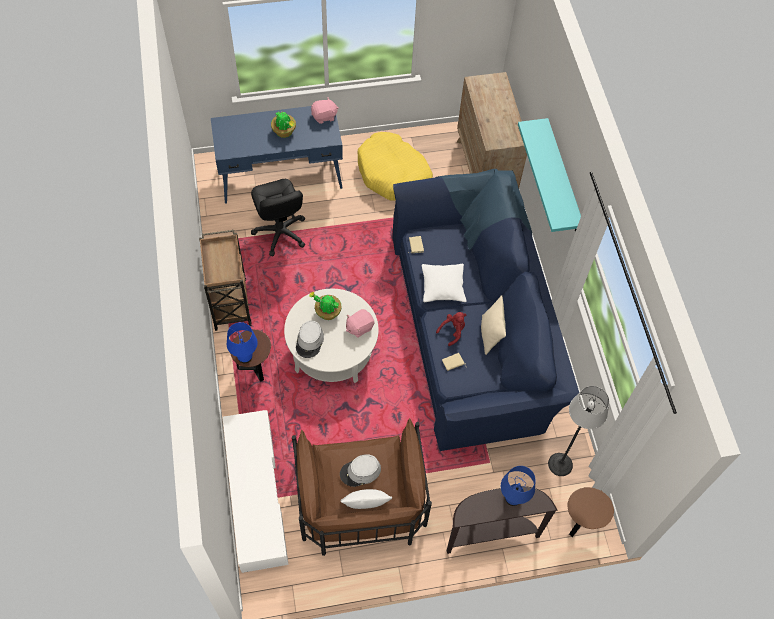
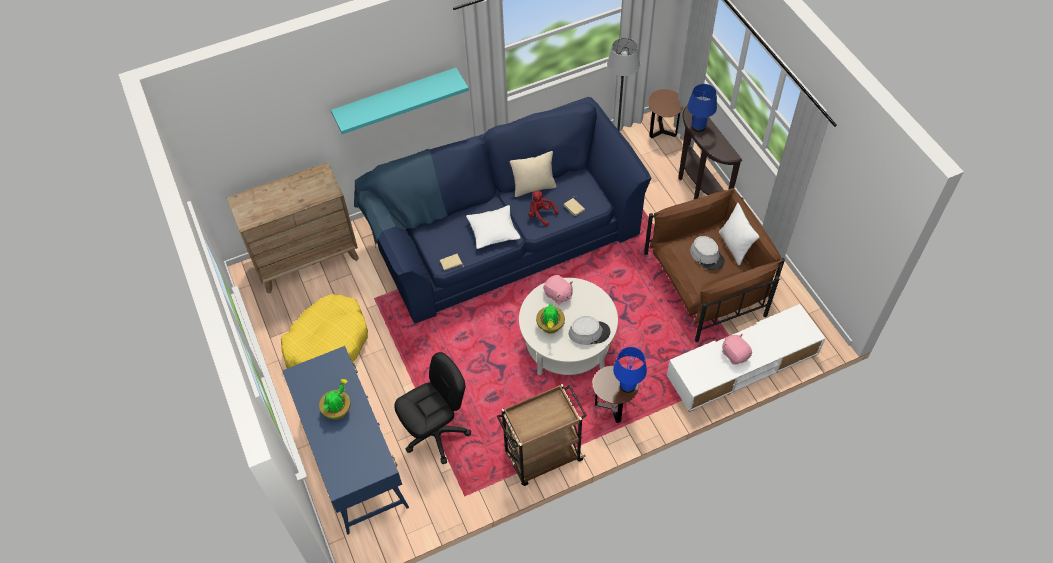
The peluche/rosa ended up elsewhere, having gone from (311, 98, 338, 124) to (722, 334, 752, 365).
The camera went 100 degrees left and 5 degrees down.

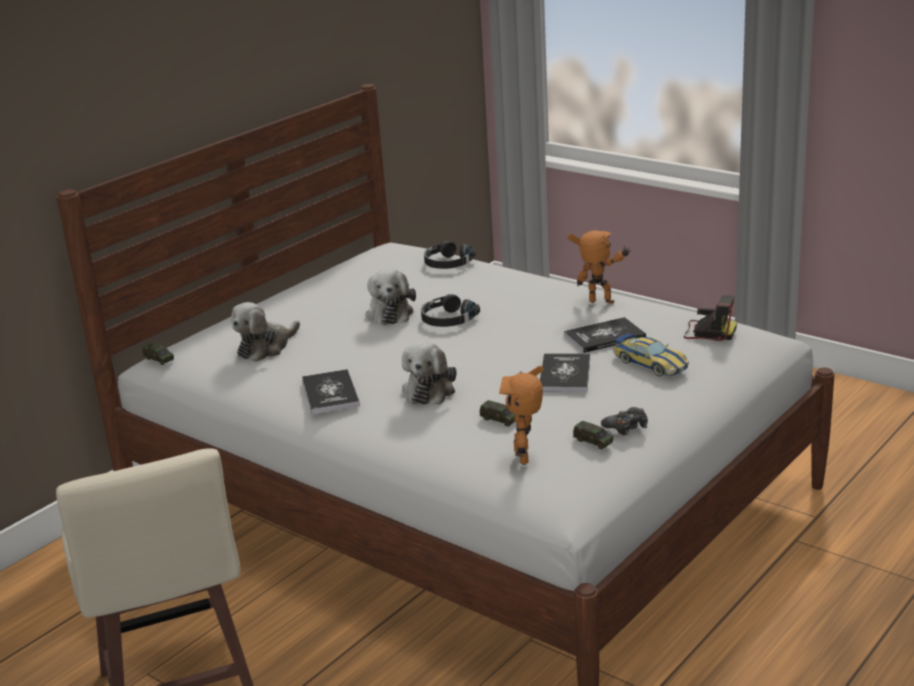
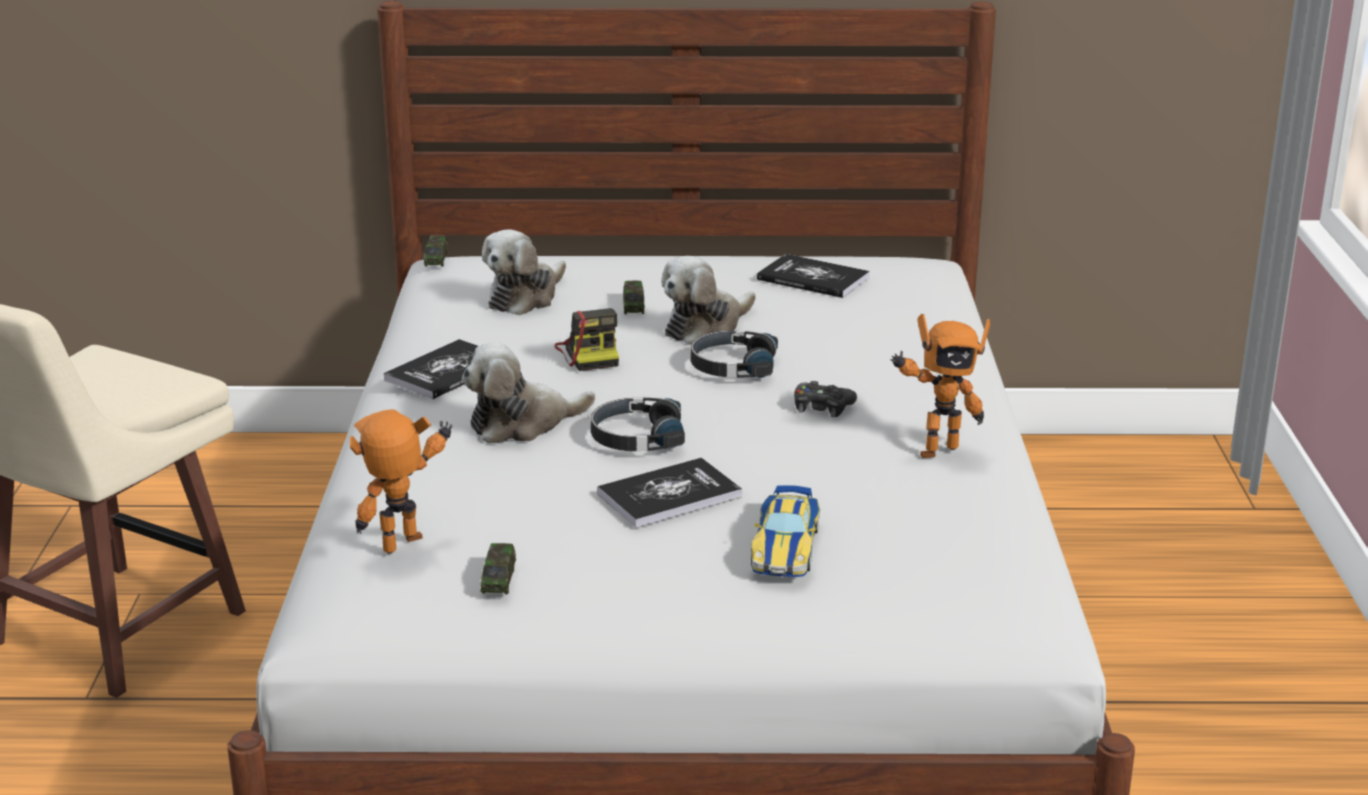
The robot de juguete at (567, 231, 631, 304) ended up facing another way, 90 degrees clockwise from before.
The auriculares/negro ended up elsewhere, having gone from (424, 241, 476, 269) to (591, 398, 685, 451).
The cámara ended up elsewhere, having gone from (684, 295, 737, 341) to (555, 308, 619, 371).
The peluche at (231, 302, 300, 362) ended up facing another way, 60 degrees counterclockwise from before.
The libro ended up elsewhere, having gone from (564, 317, 646, 353) to (757, 254, 870, 298).
The coche de juguete ended up elsewhere, having gone from (480, 400, 515, 427) to (623, 281, 645, 314).
The mando de consola/negro ended up elsewhere, having gone from (601, 407, 648, 436) to (794, 381, 857, 417).
The camera went 50 degrees right and 0 degrees up.

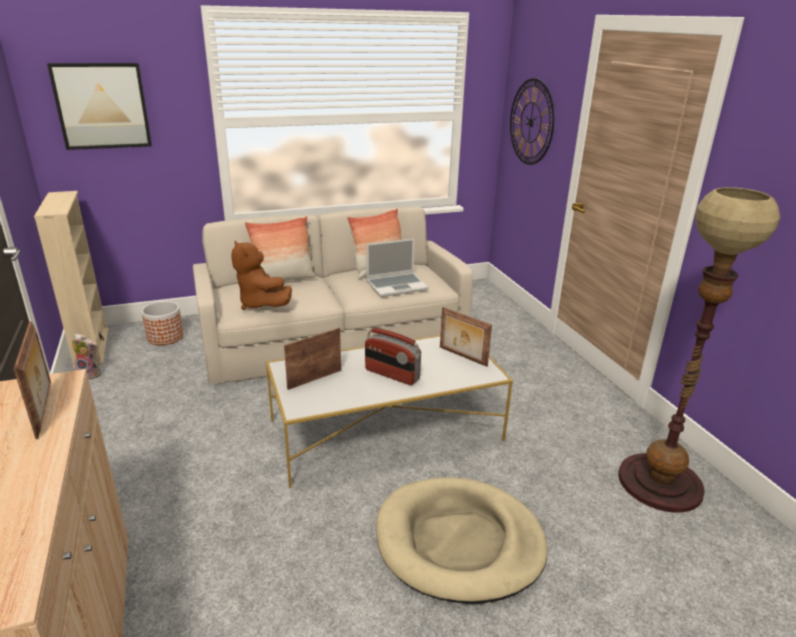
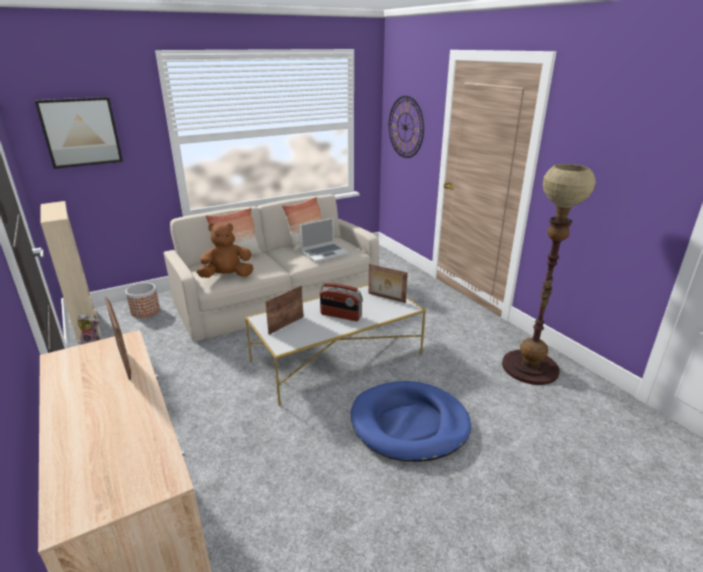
The peluche/marrón at (231, 240, 292, 310) ended up facing another way, 120 degrees clockwise from before.
What was the cama para perro/beis at (376, 477, 547, 604) turned into the cama para perro/azul at (351, 381, 471, 462).
The camera went 10 degrees left and 0 degrees up.

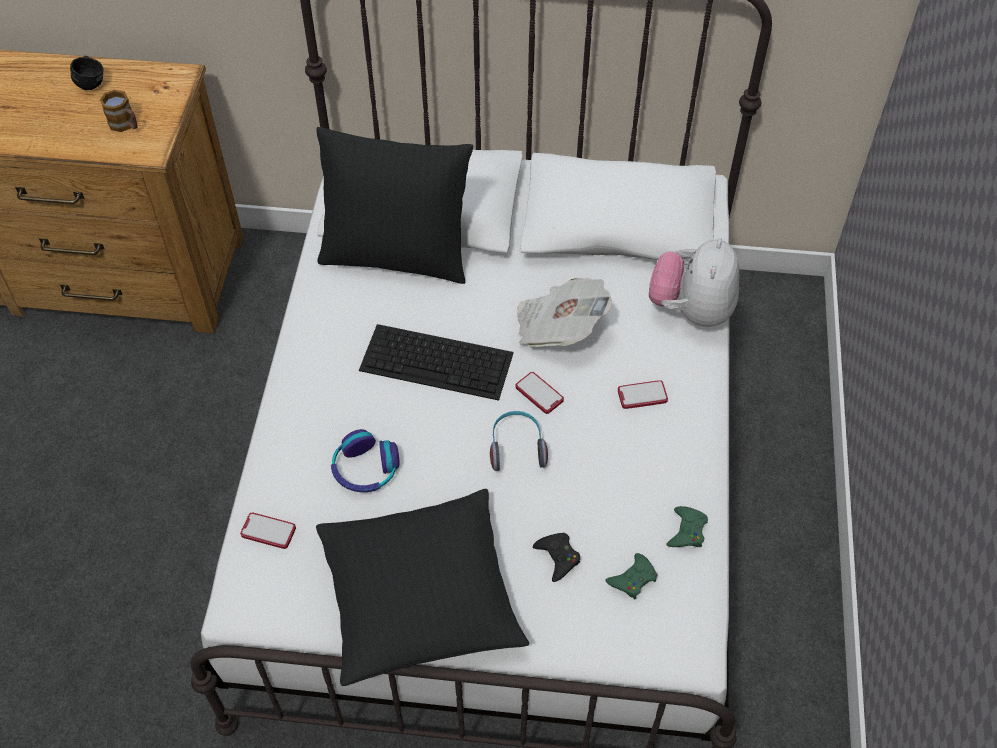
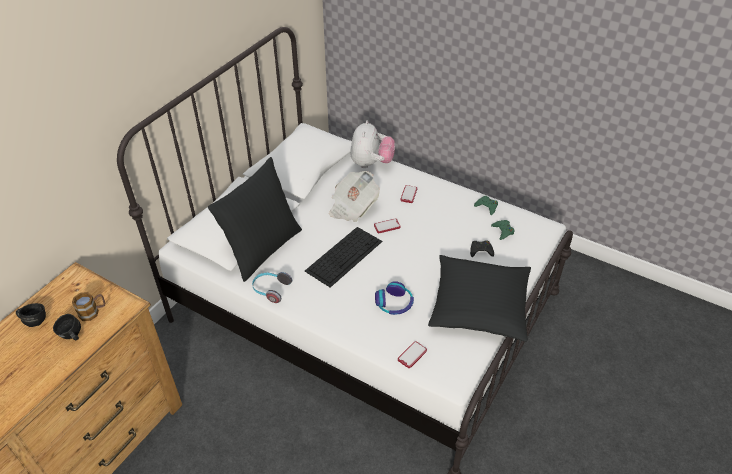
The peluche at (649, 238, 740, 327) ended up facing another way, 120 degrees counterclockwise from before.
The auriculares ended up elsewhere, having gone from (490, 411, 548, 471) to (252, 272, 292, 303).
The second view gained the taza grande/negro at (53, 314, 81, 341).
The camera went 65 degrees left and 10 degrees down.

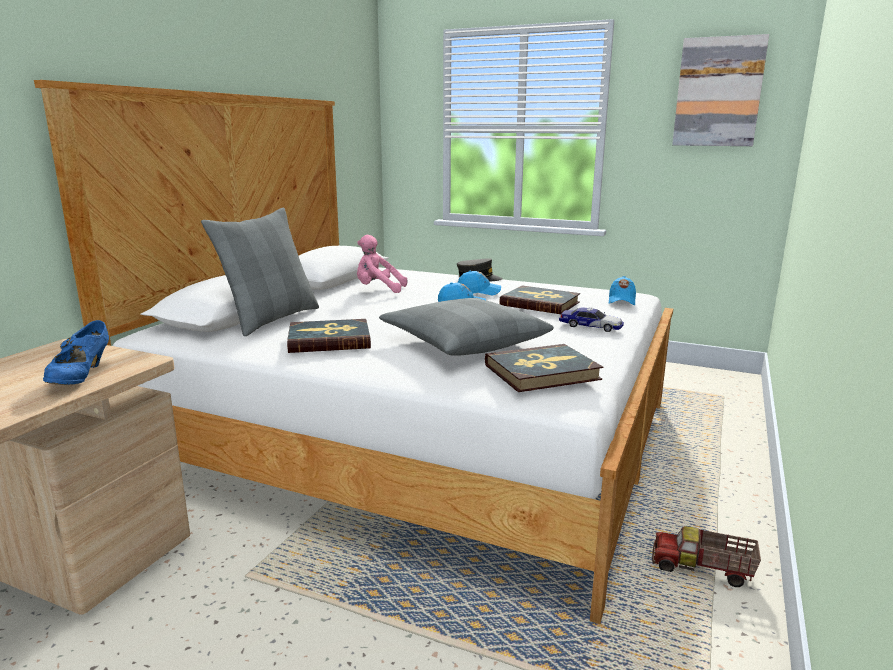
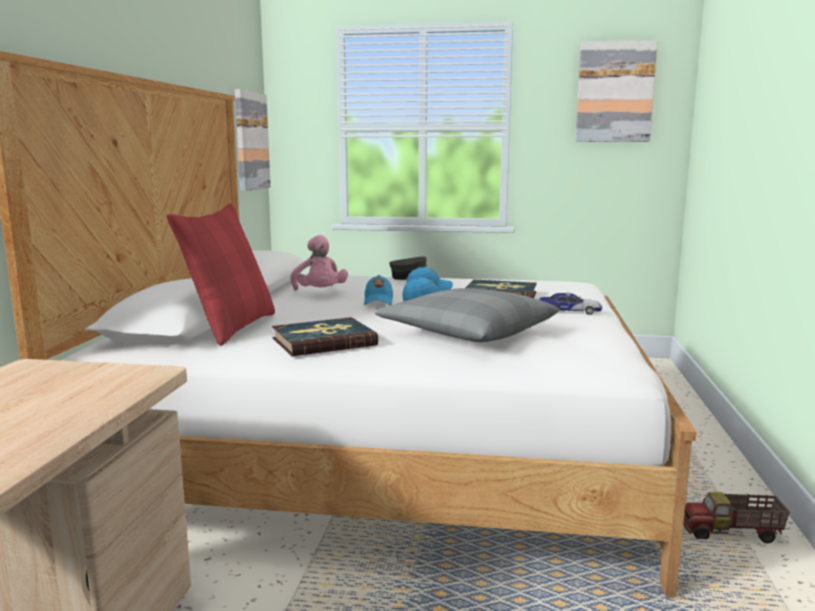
What was the cojín/gris at (201, 208, 319, 336) turned into the cojín/rojo at (167, 203, 275, 346).
The peluche/rosa at (357, 235, 407, 293) ended up facing another way, 105 degrees counterclockwise from before.
The gorra/azul ended up elsewhere, having gone from (609, 276, 636, 305) to (364, 275, 393, 305).
The second view lost the zapato/azul at (43, 320, 109, 385).
The second view lost the libro at (485, 344, 603, 392).
The second view gained the cuadro at (235, 89, 271, 191).
The camera went 15 degrees left and 5 degrees down.

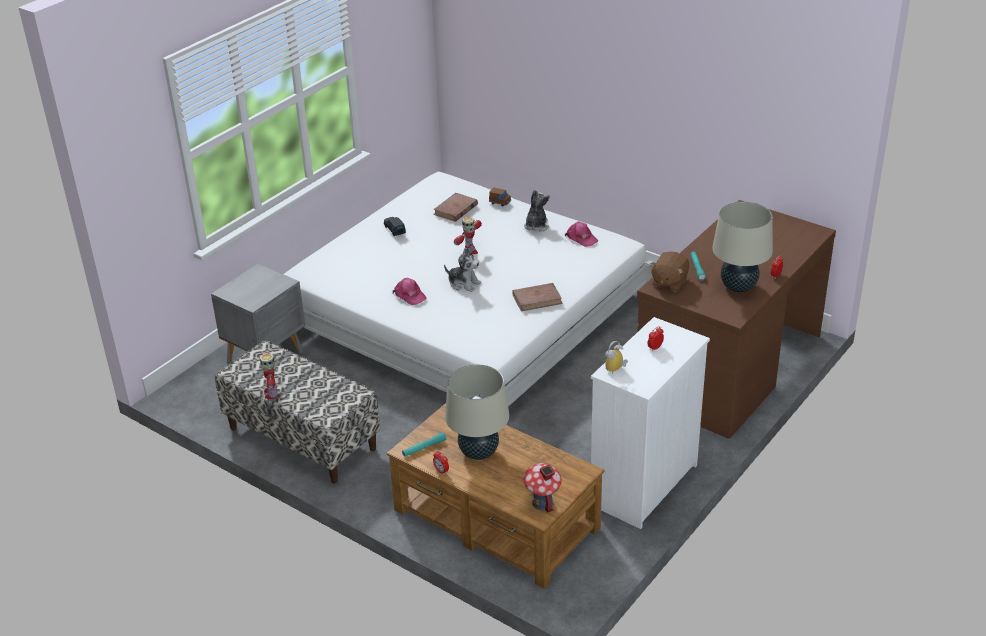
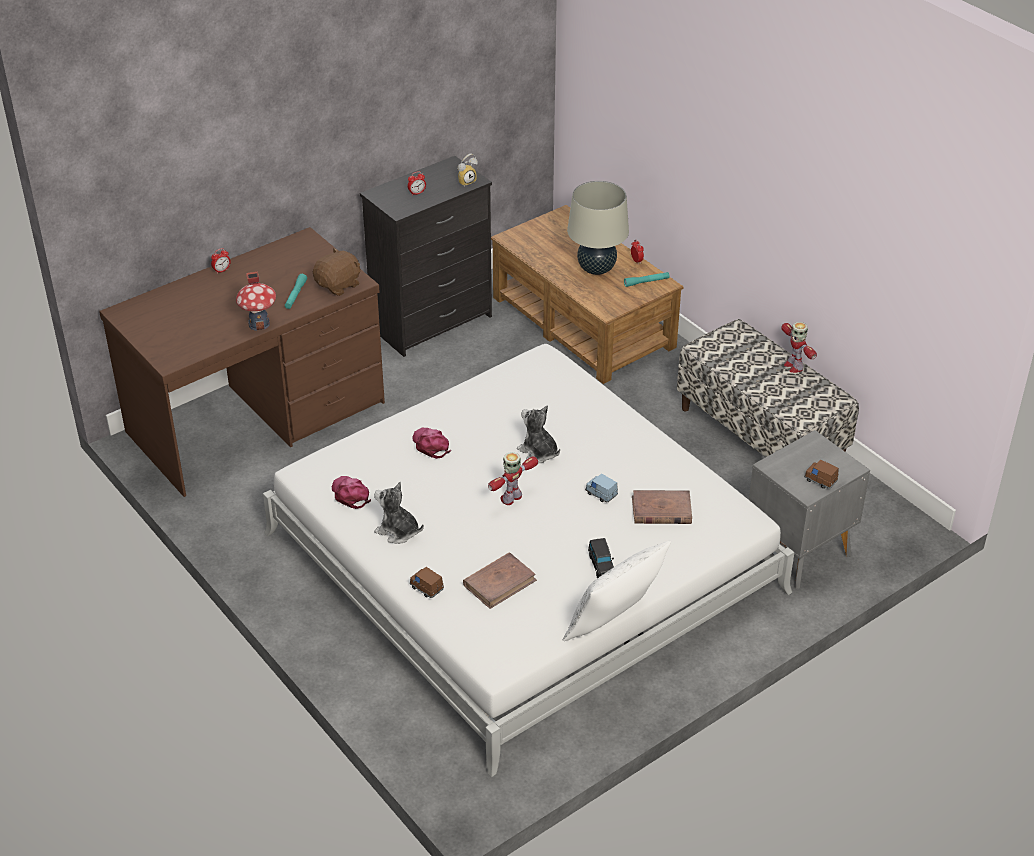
The peluche at (524, 190, 550, 232) ended up facing another way, 90 degrees clockwise from before.
The second view lost the lámpara de mesa/beis at (712, 202, 773, 292).
The gorra/rosa ended up elsewhere, having gone from (393, 278, 427, 305) to (412, 428, 451, 459).
The libro/marrón ended up elsewhere, having gone from (512, 283, 563, 311) to (632, 490, 692, 524).
What was the cómoda/blanco at (591, 317, 710, 529) turned into the cómoda/negro at (360, 156, 492, 357).
The robot de juguete at (260, 353, 278, 399) ended up facing another way, 150 degrees clockwise from before.
The casita ended up elsewhere, having gone from (523, 463, 562, 513) to (236, 271, 276, 331).
The second view gained the coche de juguete/marrón at (804, 460, 839, 489).
The second view gained the coche de juguete/azul at (585, 473, 618, 503).
The second view gained the cojín/blanco at (563, 541, 671, 641).
The camera went 165 degrees left and 5 degrees up.

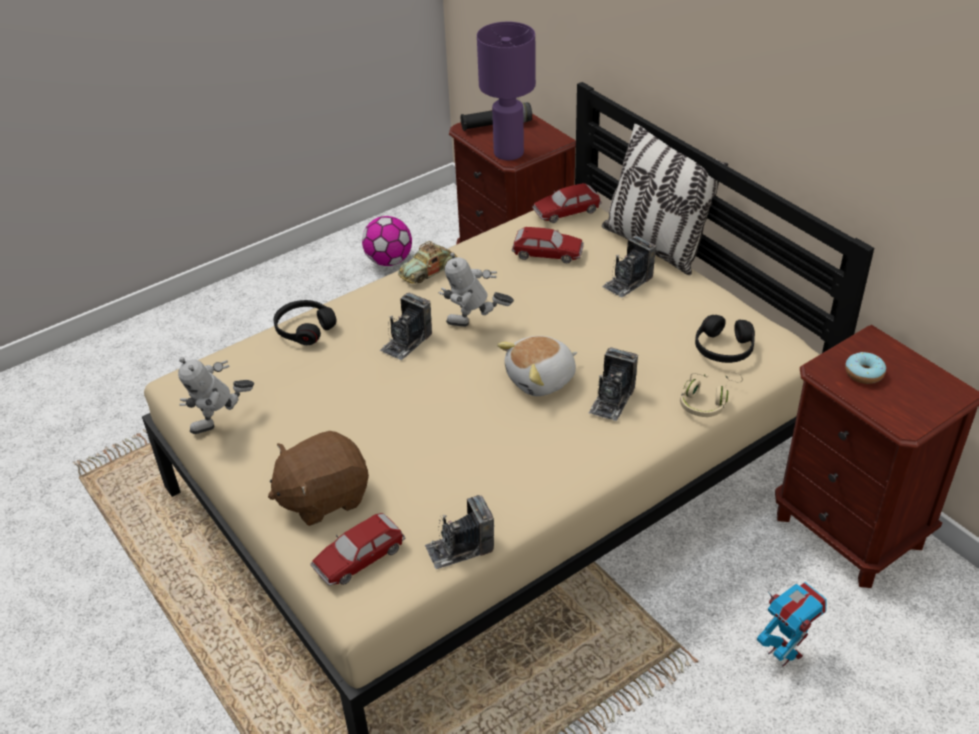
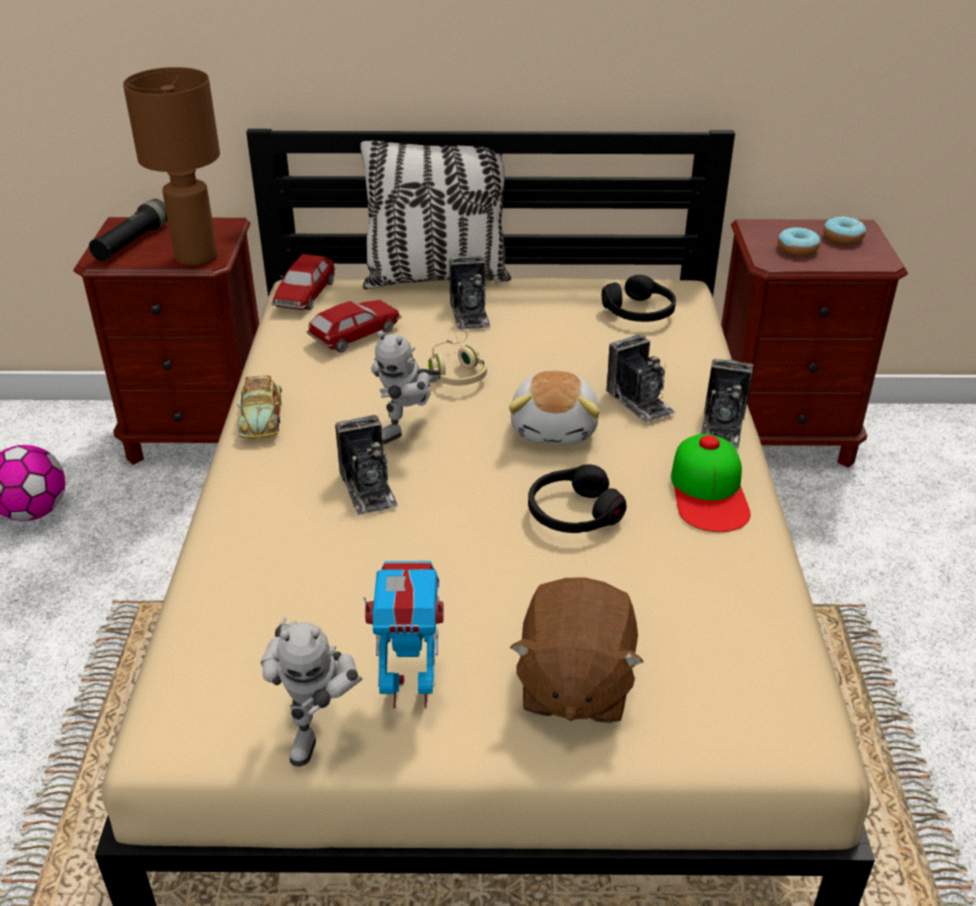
What was the lámpara de mesa/morado at (477, 22, 536, 160) turned into the lámpara de mesa/marrón at (123, 67, 220, 266).
The auriculares/negro ended up elsewhere, having gone from (274, 300, 337, 345) to (528, 464, 627, 533).
The auriculares/beis ended up elsewhere, having gone from (680, 372, 743, 417) to (428, 329, 487, 386).
The cámara ended up elsewhere, having gone from (424, 495, 495, 569) to (701, 359, 754, 449).
The second view lost the coche de juguete at (311, 513, 405, 586).
The robot de juguete ended up elsewhere, having gone from (757, 582, 826, 667) to (364, 561, 444, 708).
The second view gained the rosquilla at (824, 216, 866, 244).
The second view gained the gorra at (671, 434, 750, 532).
The camera went 55 degrees left and 5 degrees down.

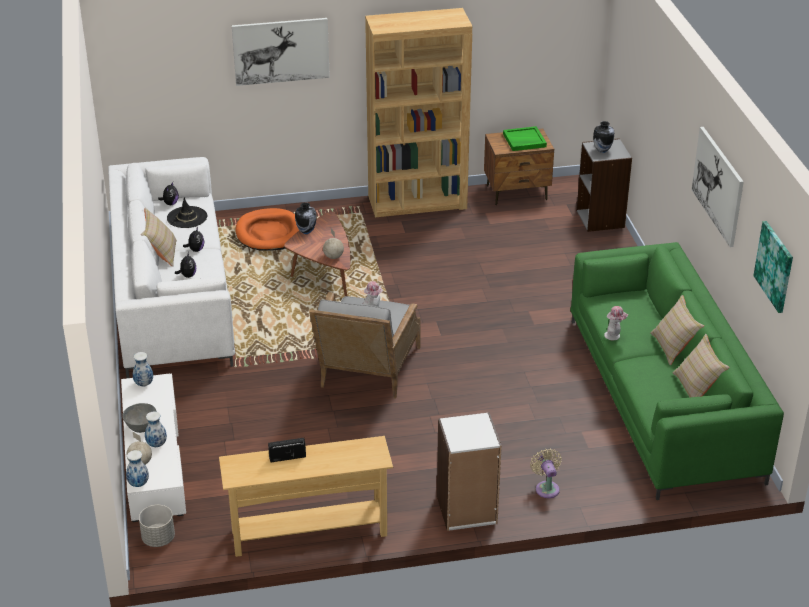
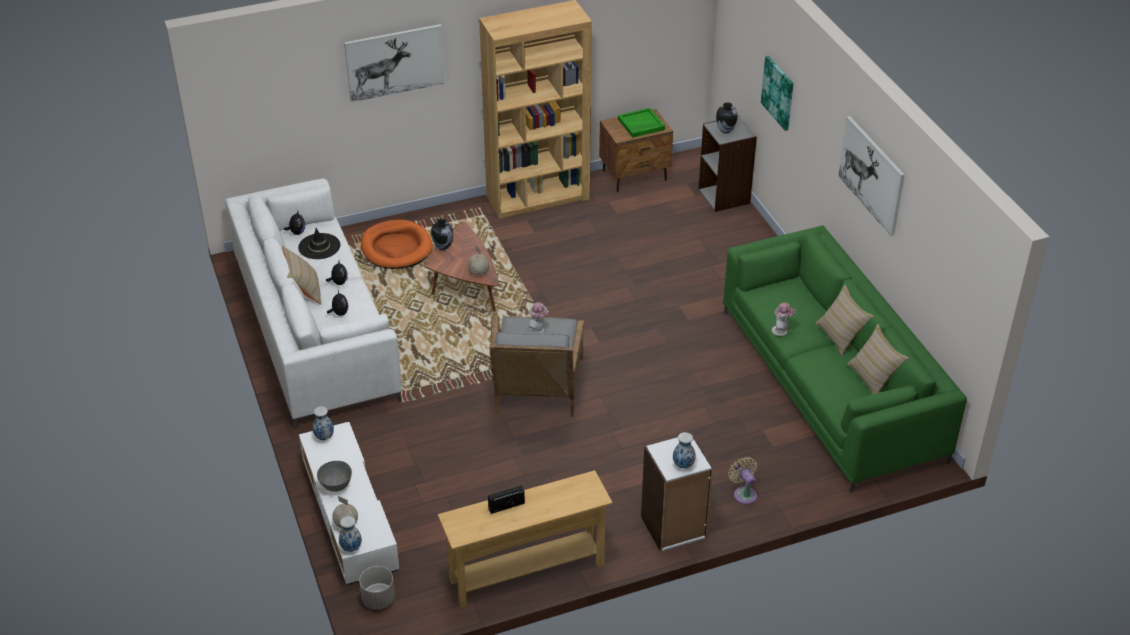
The cuadro ended up elsewhere, having gone from (753, 221, 793, 313) to (761, 56, 794, 131).
The florero ended up elsewhere, having gone from (145, 412, 167, 447) to (673, 432, 696, 469).
The camera went 10 degrees left and 5 degrees up.

